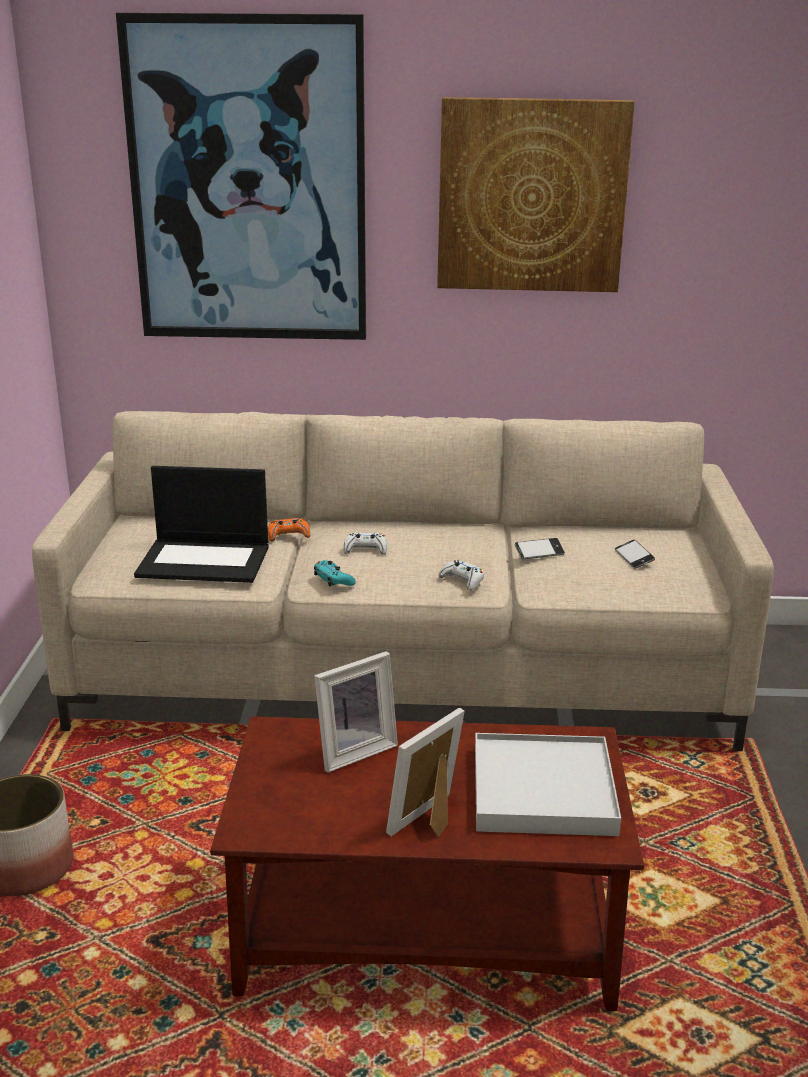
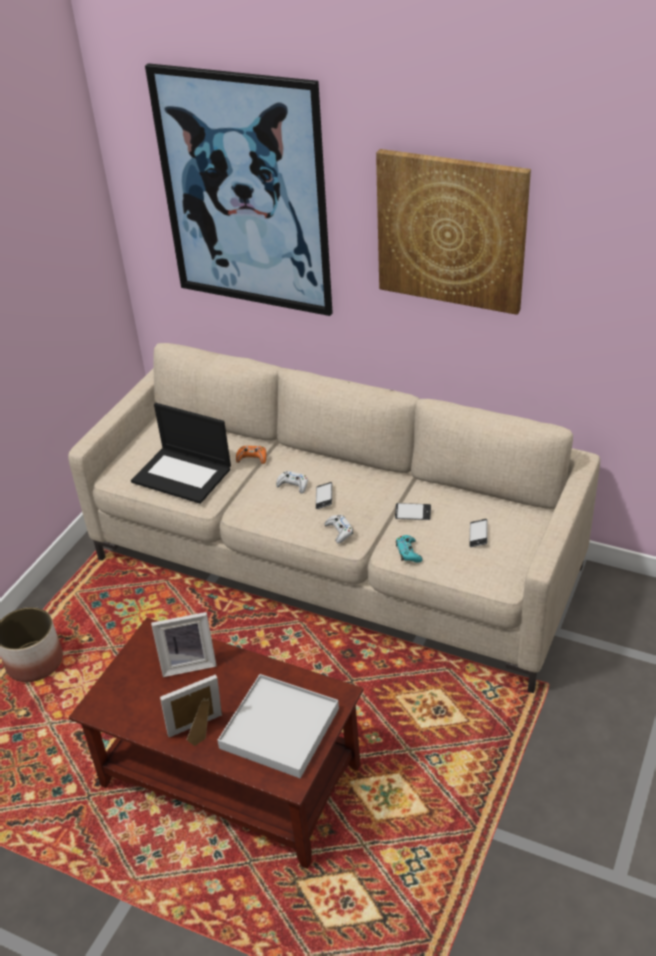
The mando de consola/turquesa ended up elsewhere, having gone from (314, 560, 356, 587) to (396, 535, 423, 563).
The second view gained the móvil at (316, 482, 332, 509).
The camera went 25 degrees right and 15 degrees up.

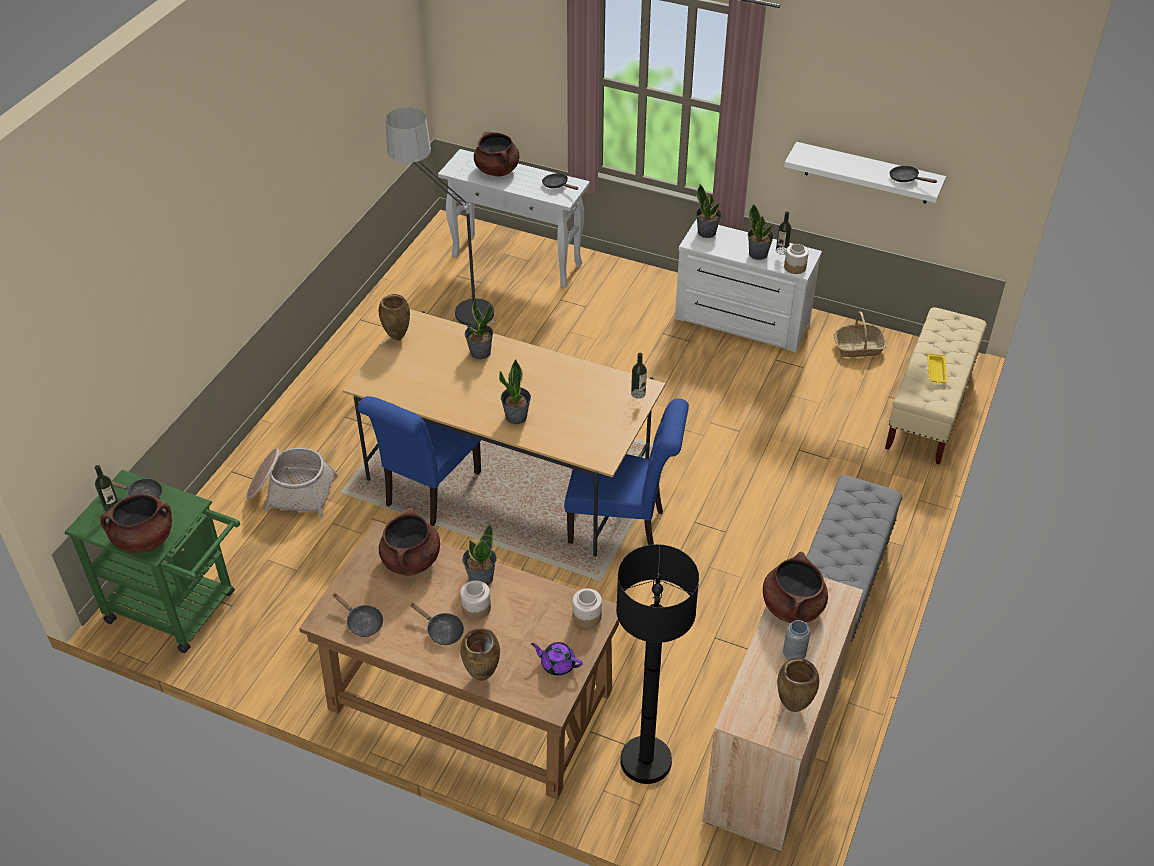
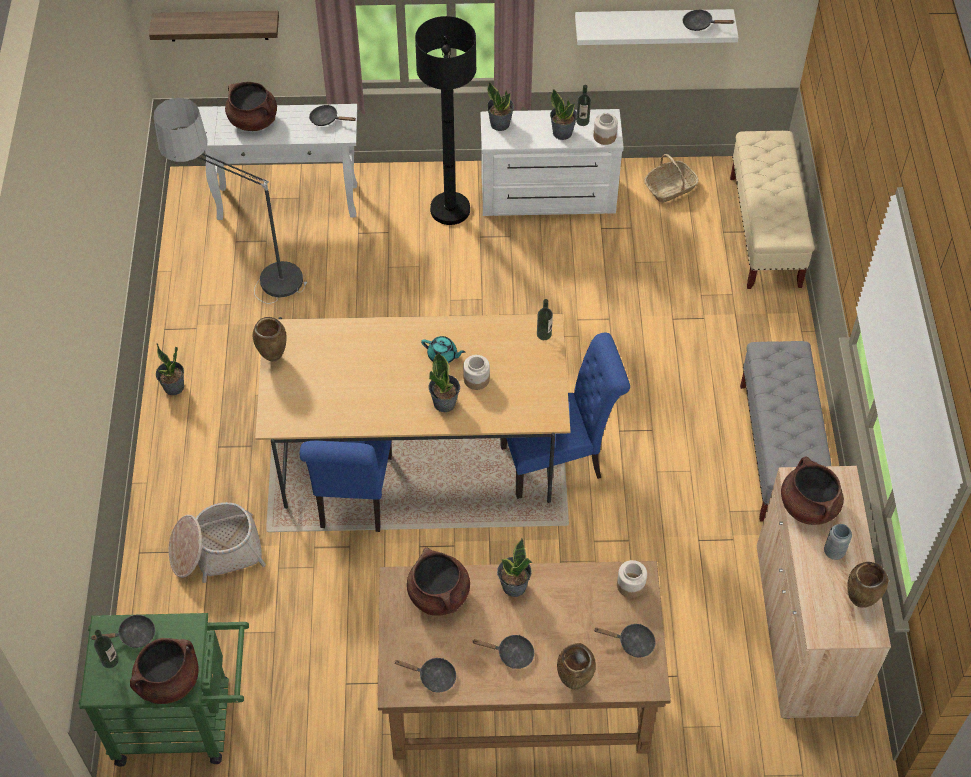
The planta en maceta ended up elsewhere, having gone from (465, 297, 493, 359) to (156, 344, 184, 395).
The second view lost the bandeja/amarillo at (927, 353, 947, 384).
The lámpara de pie/negro ended up elsewhere, having gone from (616, 544, 699, 784) to (415, 16, 477, 225).
The tarro ended up elsewhere, having gone from (460, 580, 491, 620) to (463, 355, 490, 390).
Where the tetera/morado stood at (531, 642, 583, 676), the sartén/negro came to stand at (595, 624, 656, 657).
The second view gained the estante at (149, 11, 279, 42).
The second view gained the tetera/turquesa at (421, 336, 465, 363).
The camera went 25 degrees left and 10 degrees up.

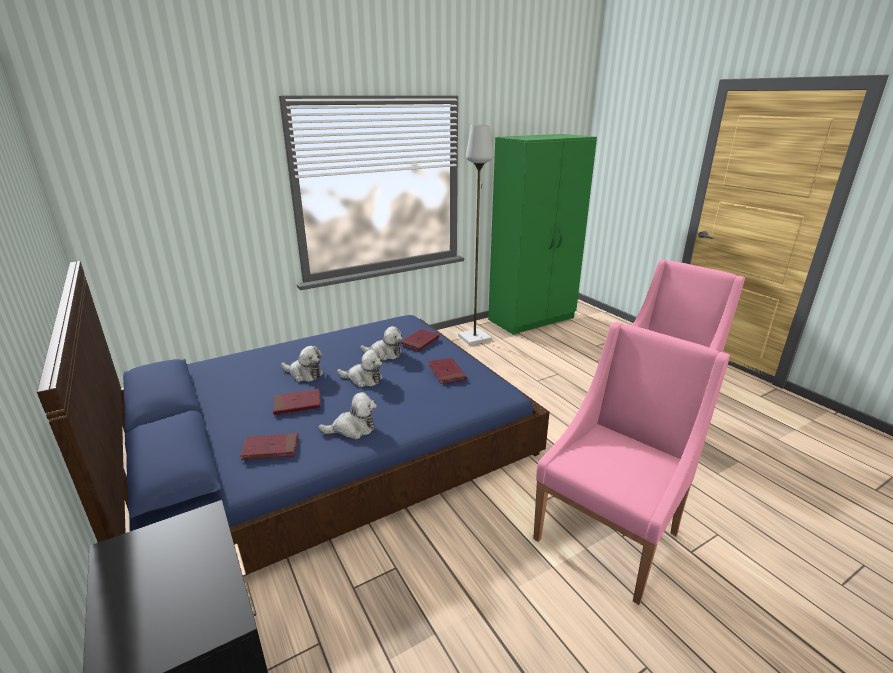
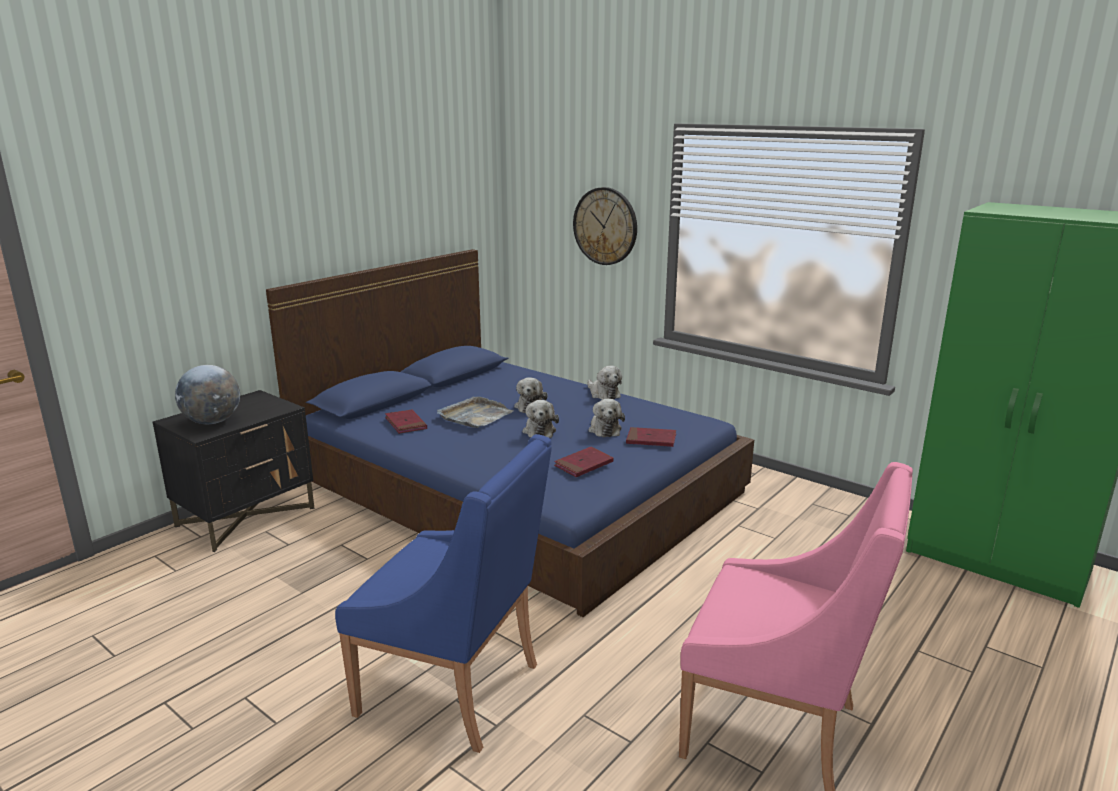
The second view lost the lámpara de pie/gris at (458, 125, 493, 345).
What was the sillón/rosa at (533, 322, 730, 605) turned into the sillón/azul at (335, 434, 551, 753).
Where the libro/rojo stood at (273, 389, 320, 415), the bandeja/gris came to stand at (437, 396, 513, 428).
The peluche ended up elsewhere, having gone from (318, 392, 377, 439) to (587, 366, 622, 400).
The second view gained the reloj de pared at (573, 187, 637, 265).
The second view gained the globo terráqueo at (175, 365, 240, 424).
The camera went 70 degrees right and 5 degrees down.

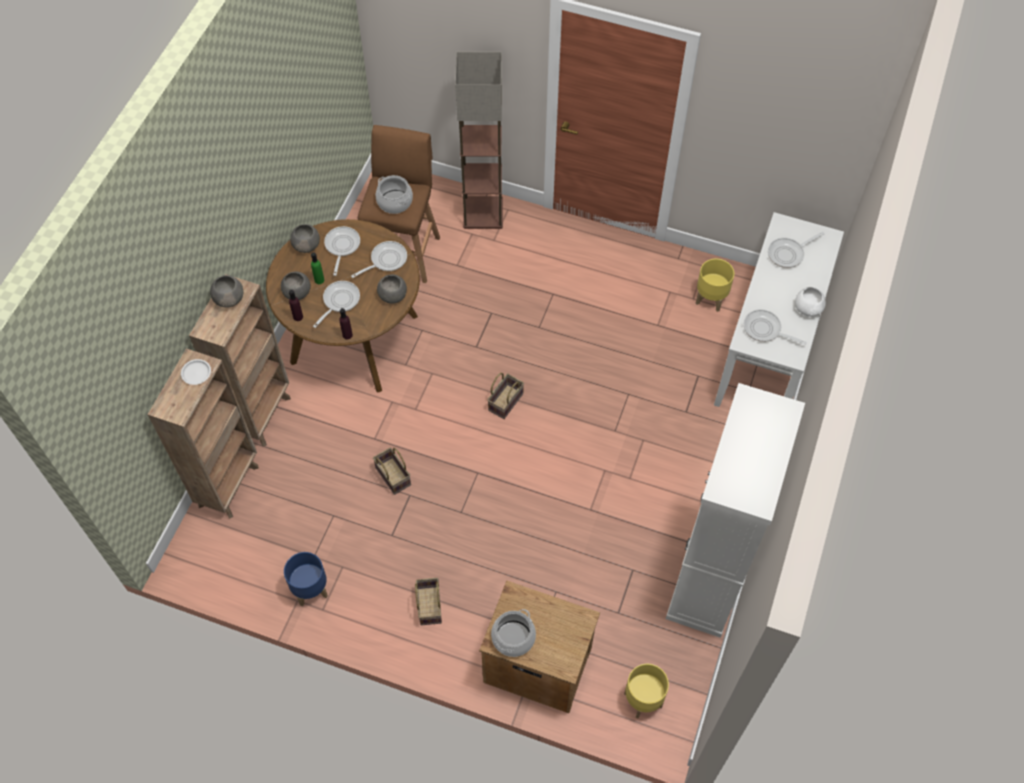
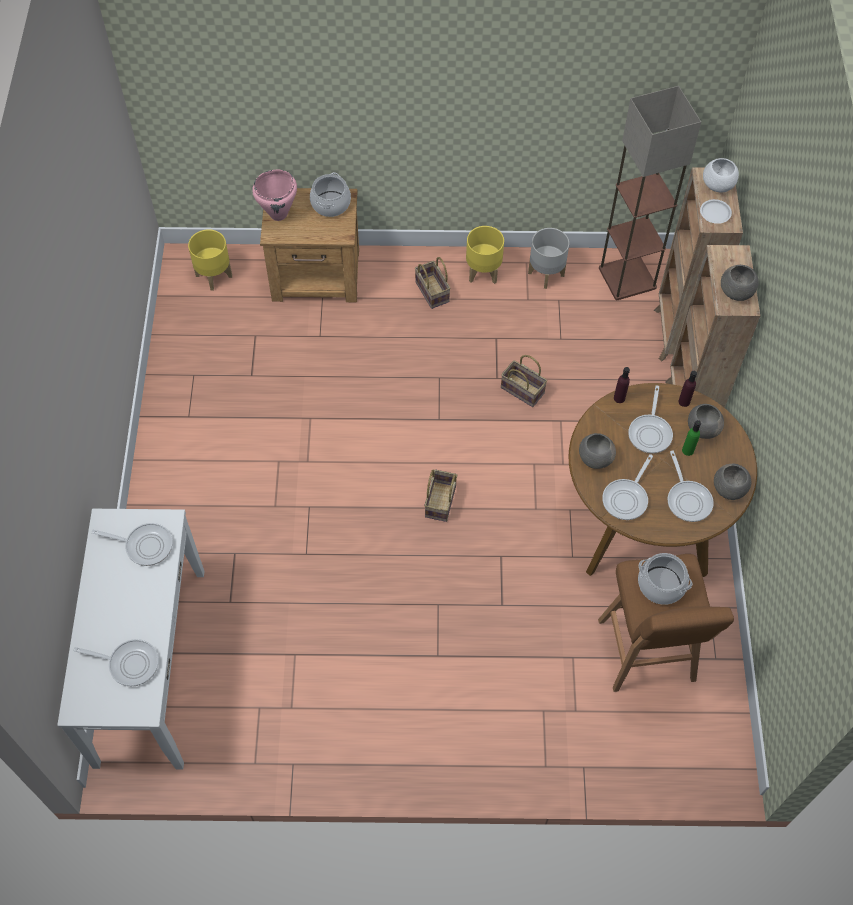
The lámpara de pie ended up elsewhere, having gone from (455, 52, 503, 229) to (599, 86, 701, 301).
The sartén at (768, 232, 824, 268) ended up facing another way, 60 degrees clockwise from before.
The maceta/amarillo ended up elsewhere, having gone from (696, 258, 734, 312) to (466, 226, 504, 284).
The cuenco/blanco ended up elsewhere, having gone from (795, 287, 826, 317) to (703, 158, 739, 192).
The second view lost the armario/blanco at (666, 383, 805, 638).
What was the maceta/azul at (284, 552, 328, 606) turned into the maceta/gris at (528, 228, 569, 289).
The second view gained the olla/rosa at (252, 170, 297, 221).
The camera went 160 degrees right and 0 degrees up.

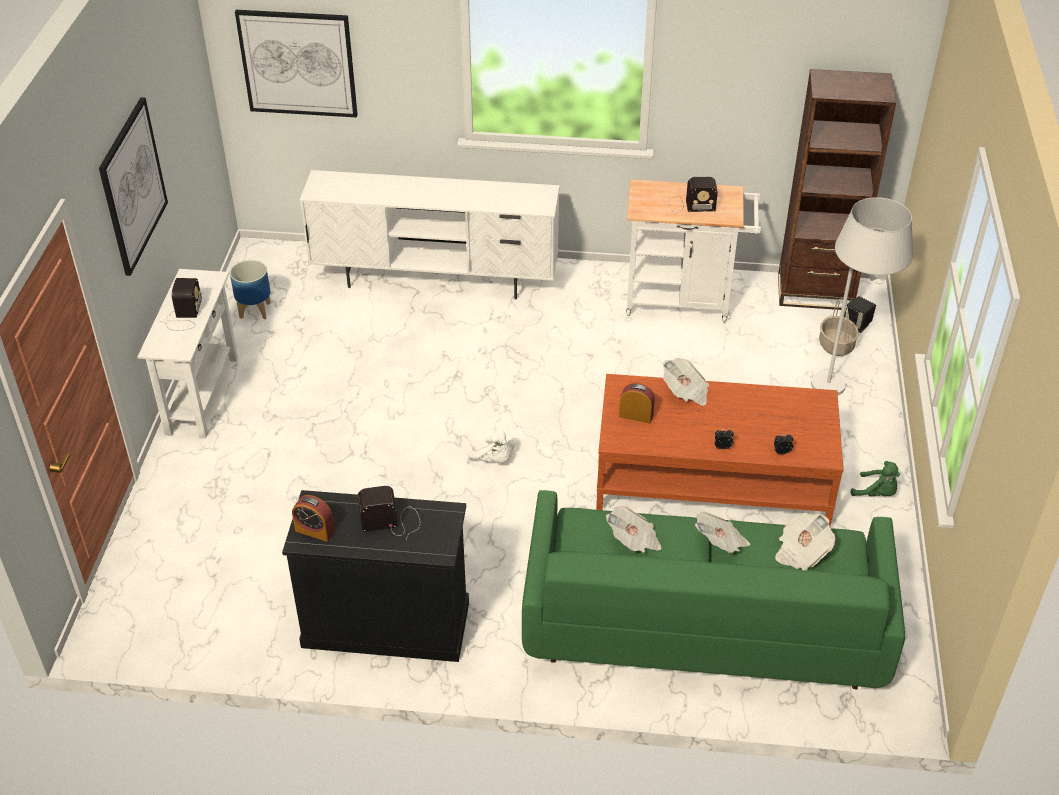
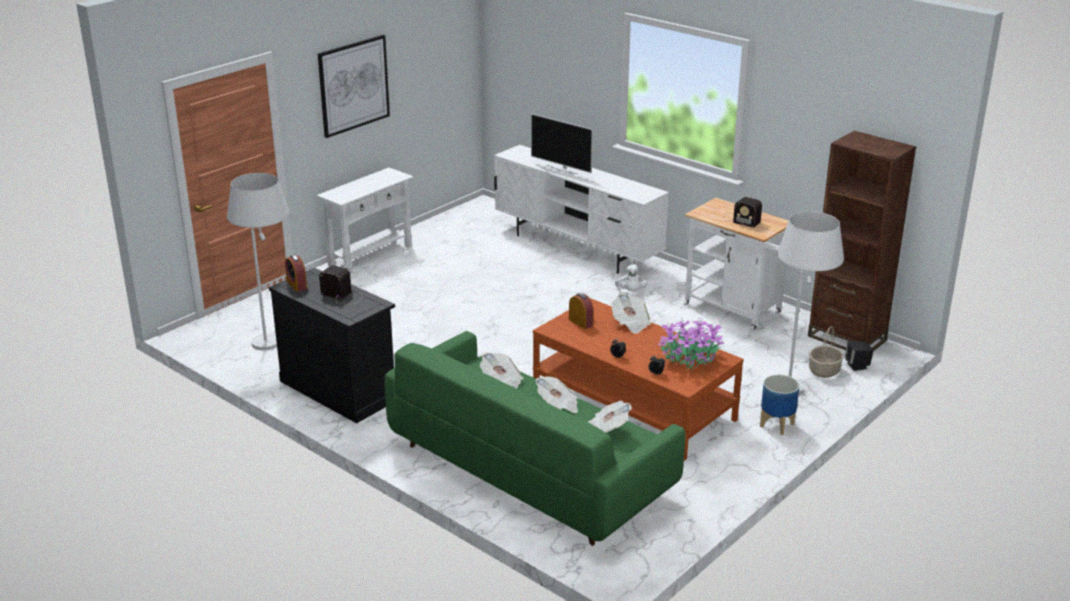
The second view lost the cuadro at (235, 10, 358, 117).
The maceta ended up elsewhere, having gone from (230, 260, 271, 320) to (760, 375, 800, 435).
The second view lost the radio at (159, 278, 202, 331).
The peluche/blanco ended up elsewhere, having gone from (468, 428, 515, 463) to (615, 264, 647, 291).
The second view lost the peluche/verde at (851, 461, 900, 497).
The second view gained the televisor at (531, 113, 593, 174).
The second view gained the lámpara de pie/blanco at (227, 173, 289, 350).
The second view gained the planta en maceta at (658, 319, 724, 370).
The camera went 35 degrees right and 15 degrees down.

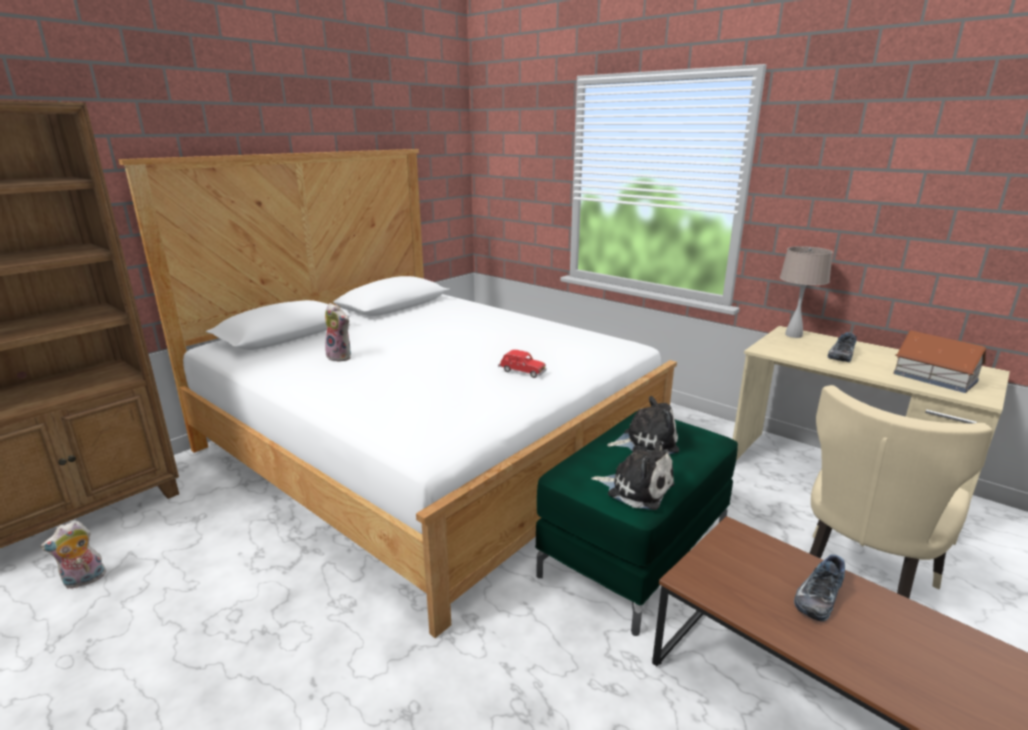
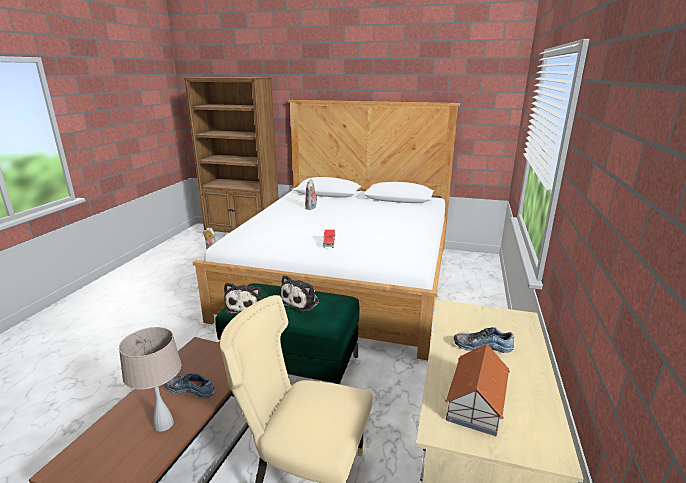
The lámpara de mesa/beis ended up elsewhere, having gone from (780, 246, 833, 338) to (119, 327, 181, 432).
The peluche at (607, 396, 679, 454) ended up facing another way, 60 degrees clockwise from before.
The camera went 65 degrees right and 0 degrees up.

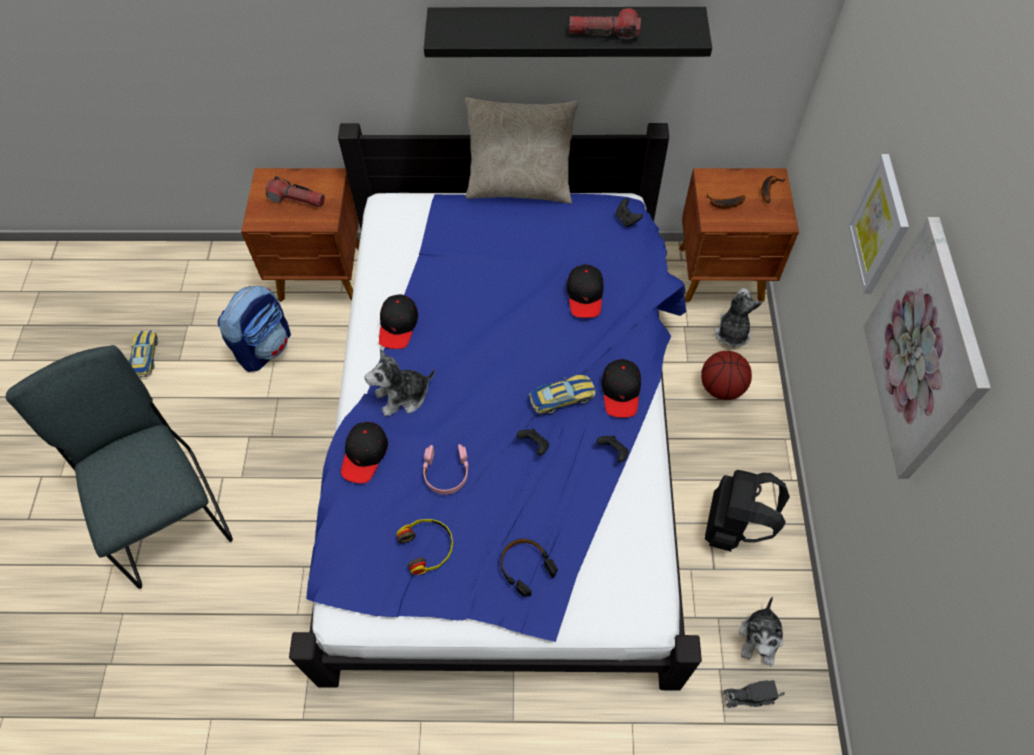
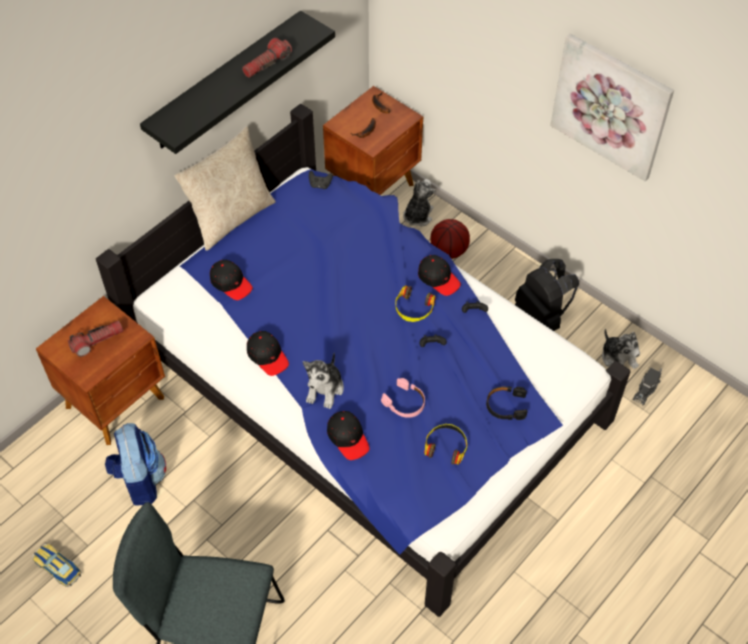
The second view lost the cuadro at (848, 154, 909, 294).
The gorra/negro ended up elsewhere, having gone from (567, 264, 604, 318) to (210, 260, 253, 300).
The peluche at (715, 288, 762, 349) ended up facing another way, 60 degrees clockwise from before.
Where the coche de juguete stood at (529, 375, 596, 414), the auriculares came to stand at (396, 285, 436, 322).
The camera went 50 degrees left and 5 degrees down.

